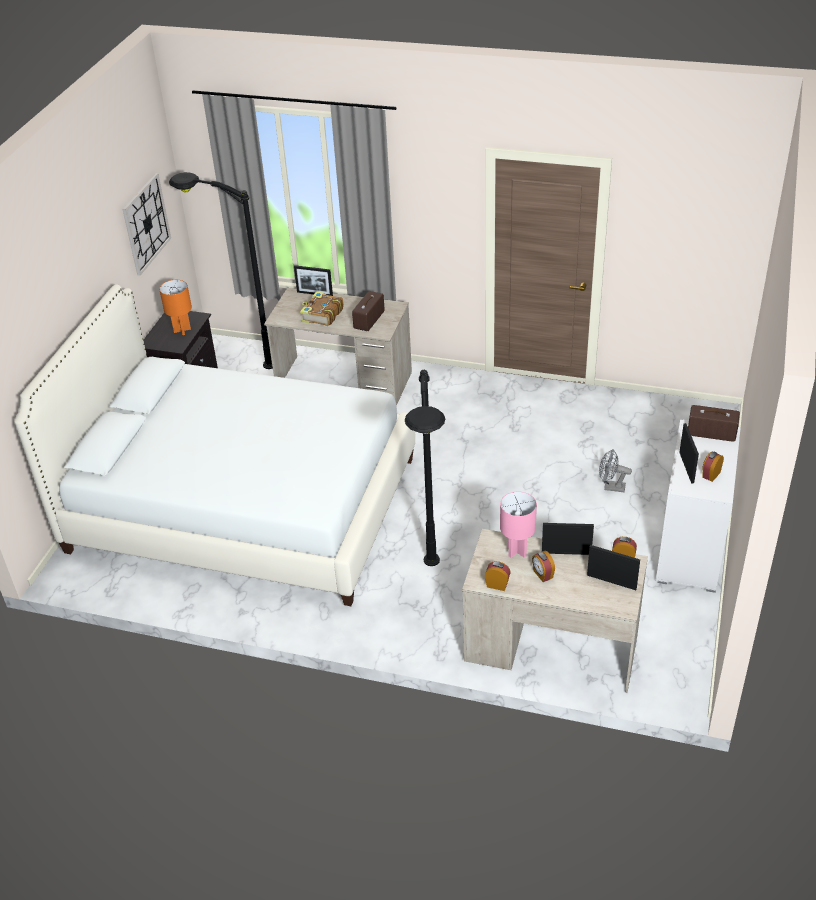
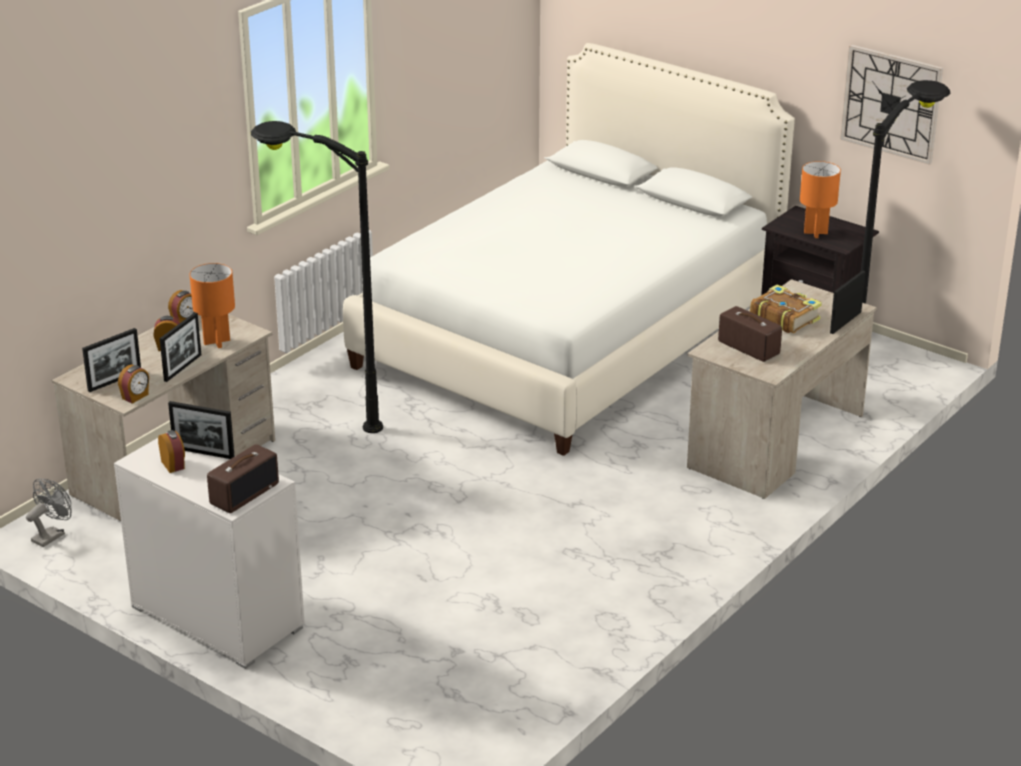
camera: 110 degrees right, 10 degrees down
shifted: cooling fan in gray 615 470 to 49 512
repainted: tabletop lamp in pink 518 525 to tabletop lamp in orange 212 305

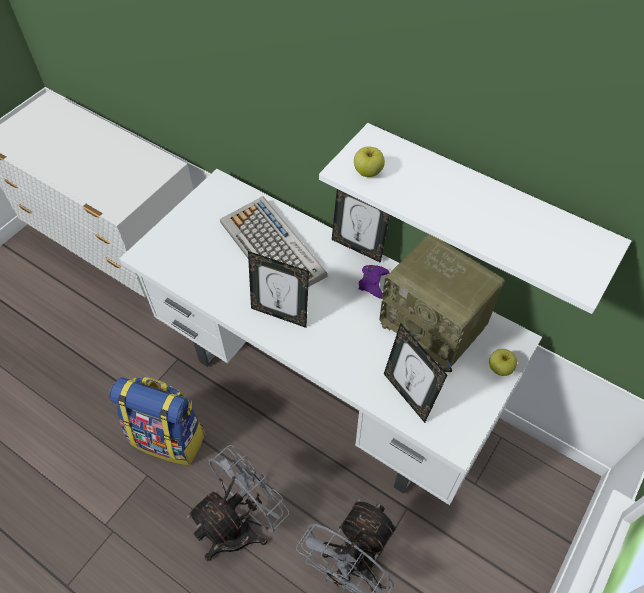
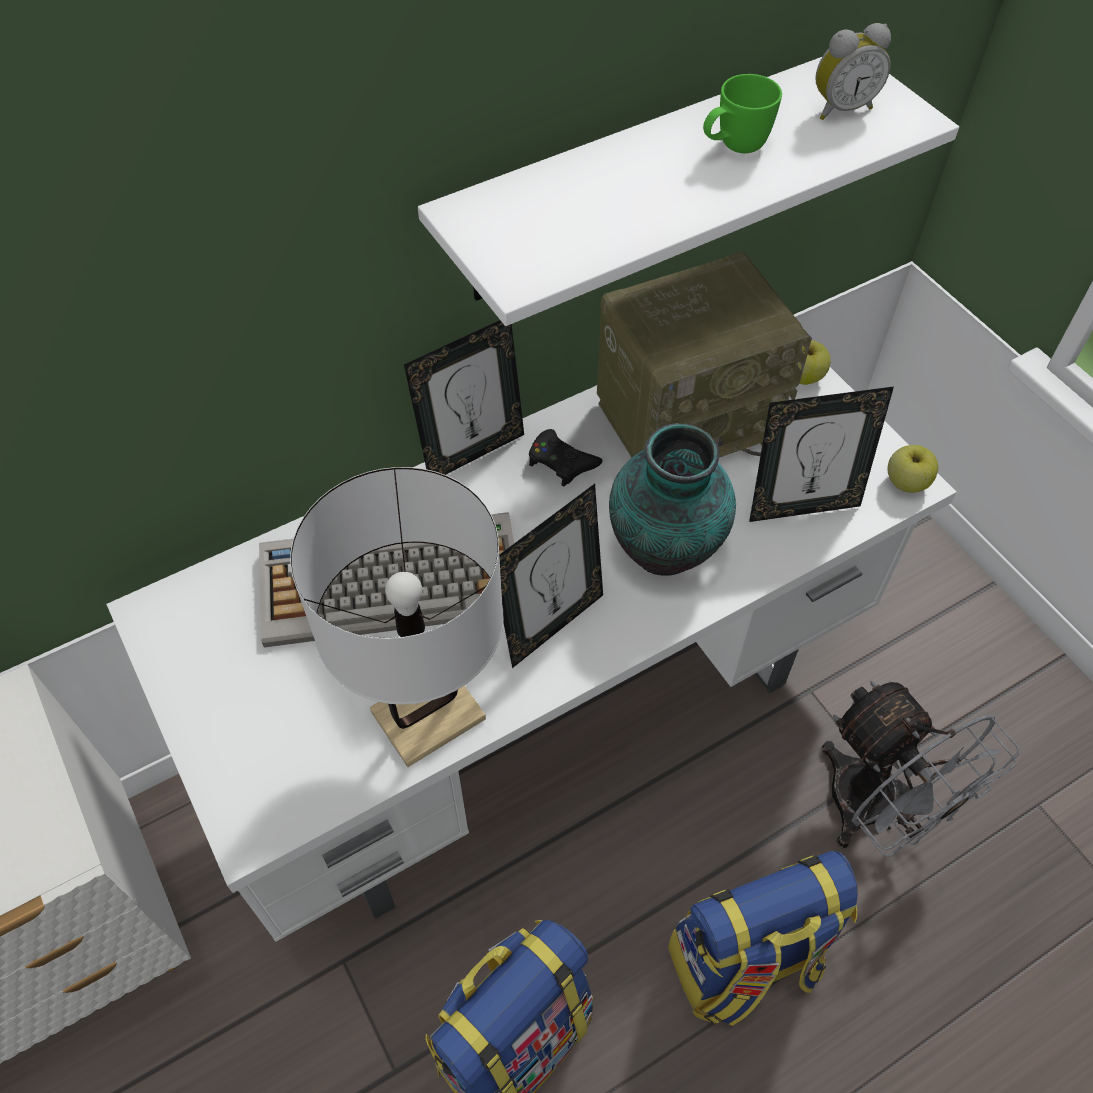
camera: 65 degrees left, 0 degrees up
new: tabletop lamp in white 397 617; decorative vase 672 499; mug in green-coloured 742 113; bedside clock 853 71
shifted: apple 369 161 to 913 469
swapped: cooling fan in gray 237 503 to rucksack 763 938
repainted: joypad in purple 374 282 to joypad in black-coloured 566 457

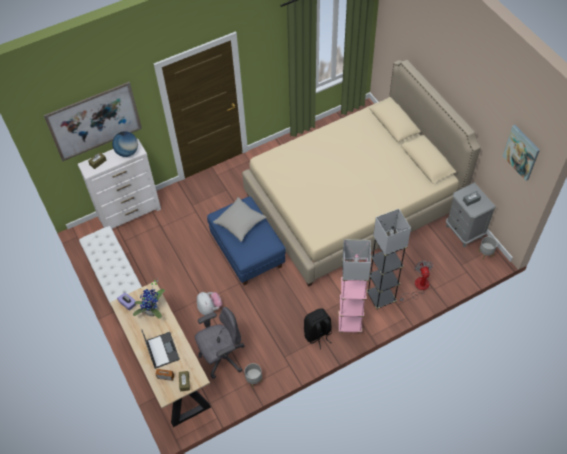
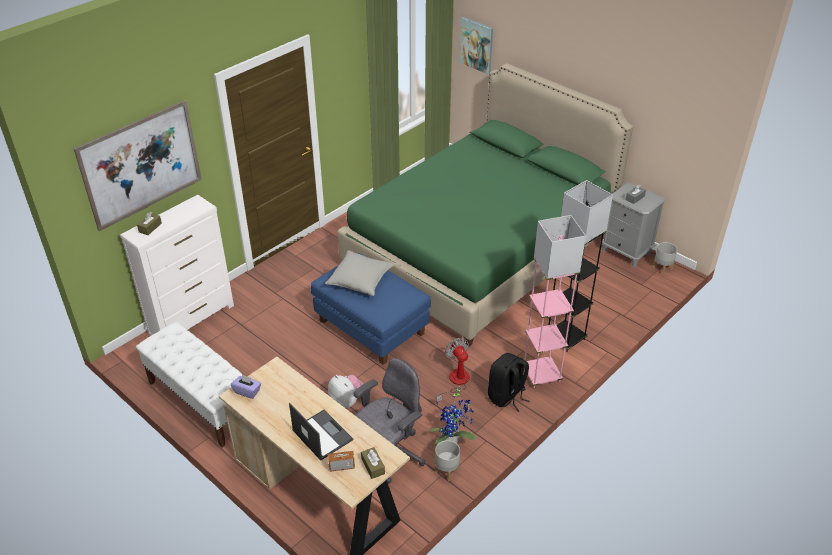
camera: 20 degrees left, 15 degrees down
gone: world globe 125 144
shifted: potted plant 149 299 to 453 416; cooling fan 416 281 to 453 371; wall art 521 153 to 476 45
repainted: sleeping bed in sand-coloured 361 173 to sleeping bed in green-coloured 485 205

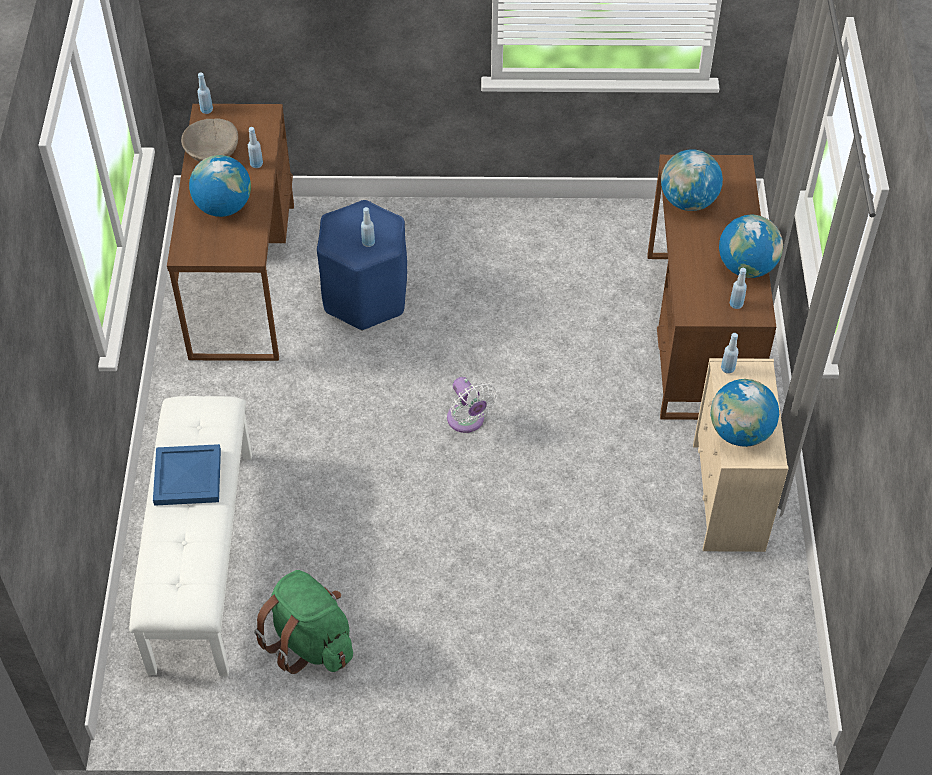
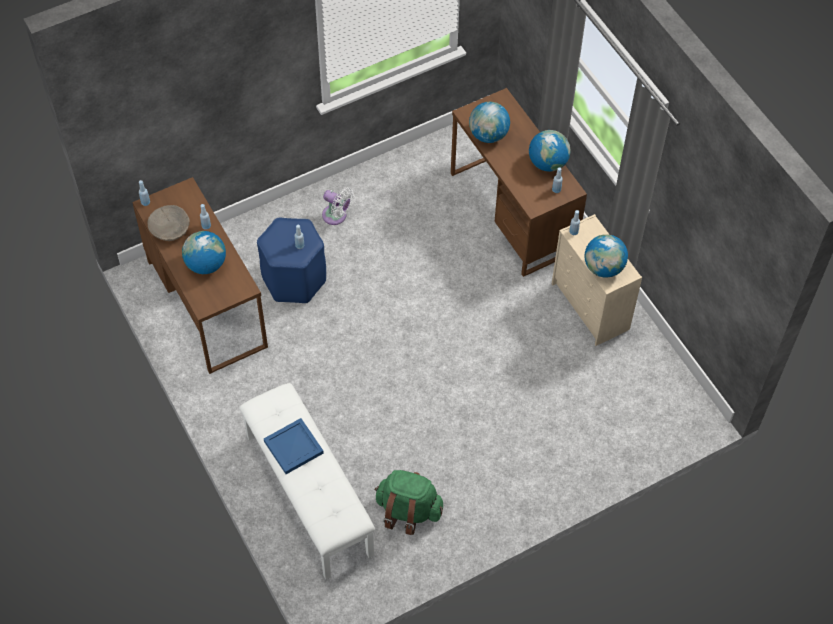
camera: 30 degrees left, 5 degrees up
shifted: cooling fan in white 472 405 to 338 206

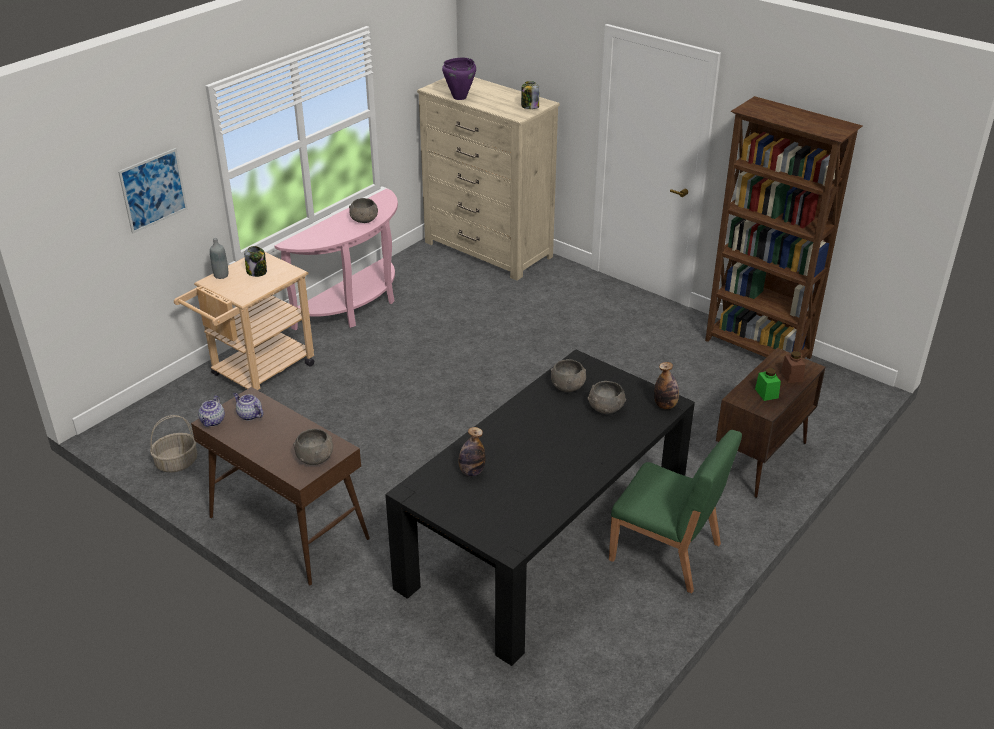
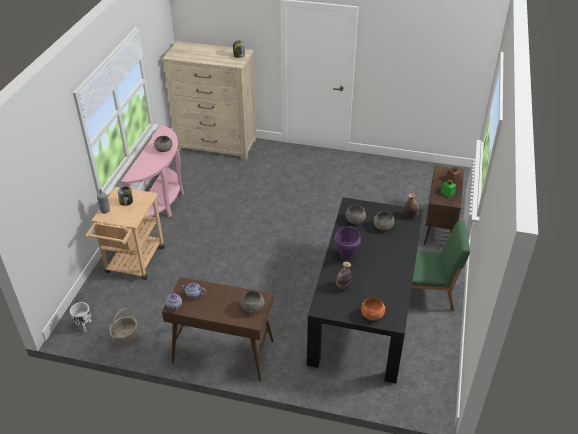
camera: 25 degrees left, 5 degrees up
gone: wall art 153 191; shelving unit in brownish 784 227
new: flower pot in white 80 317; bowl in orange 373 309
shifted: saucepot in purple 459 79 to 347 243

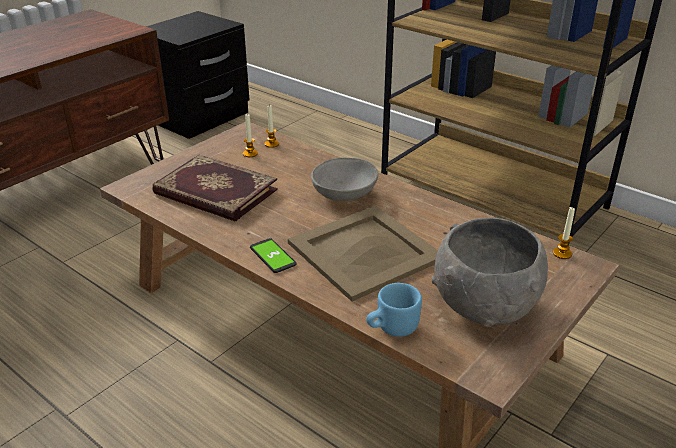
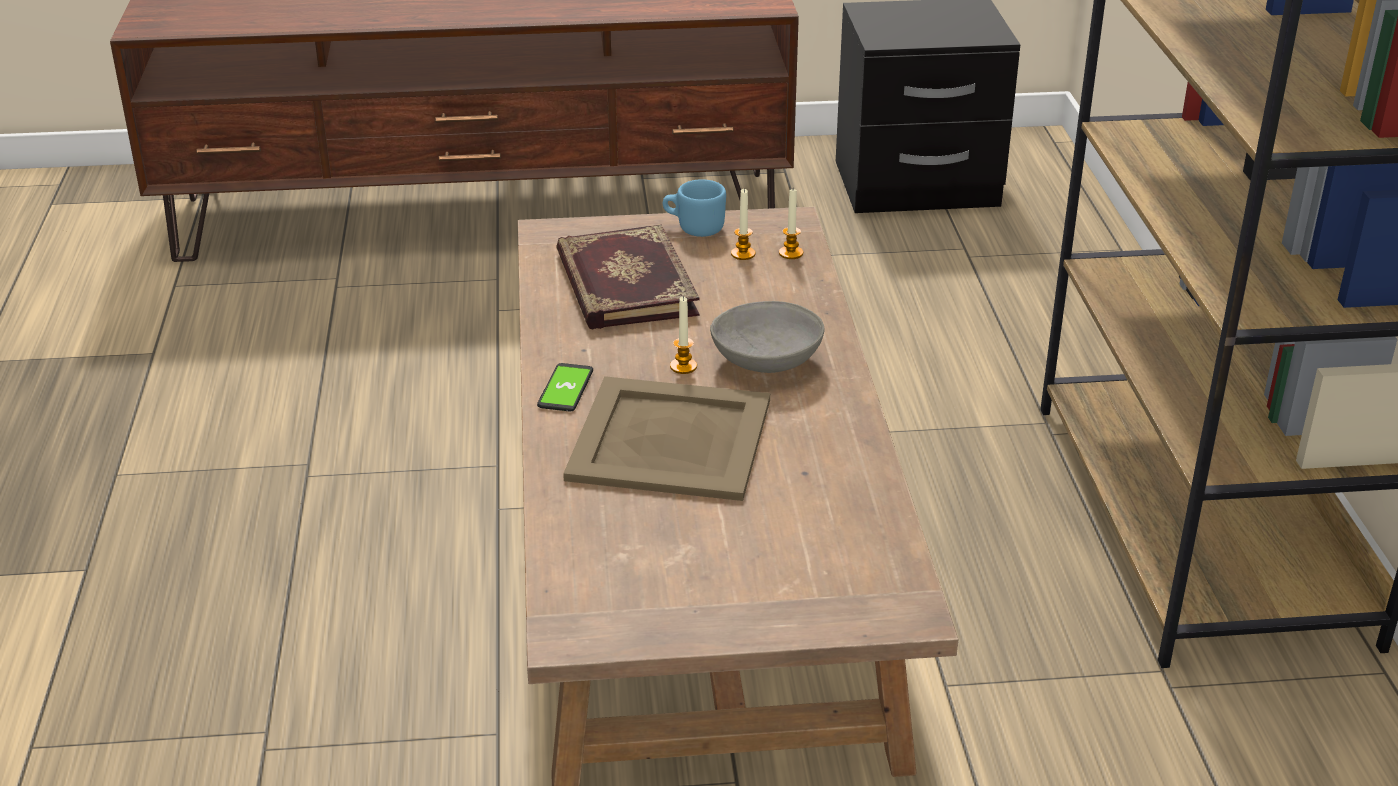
camera: 45 degrees right, 0 degrees up
gone: bowl in gray 490 272
shifted: mug in bluish 394 310 to 694 208; wax light 564 232 to 683 335

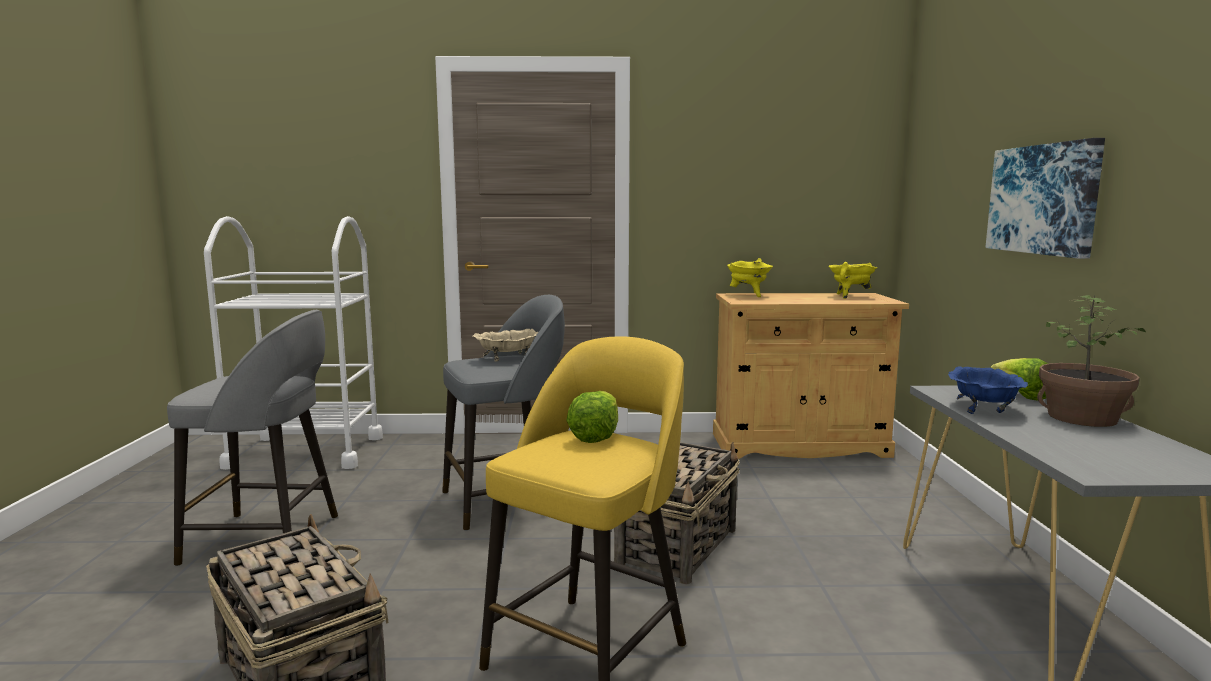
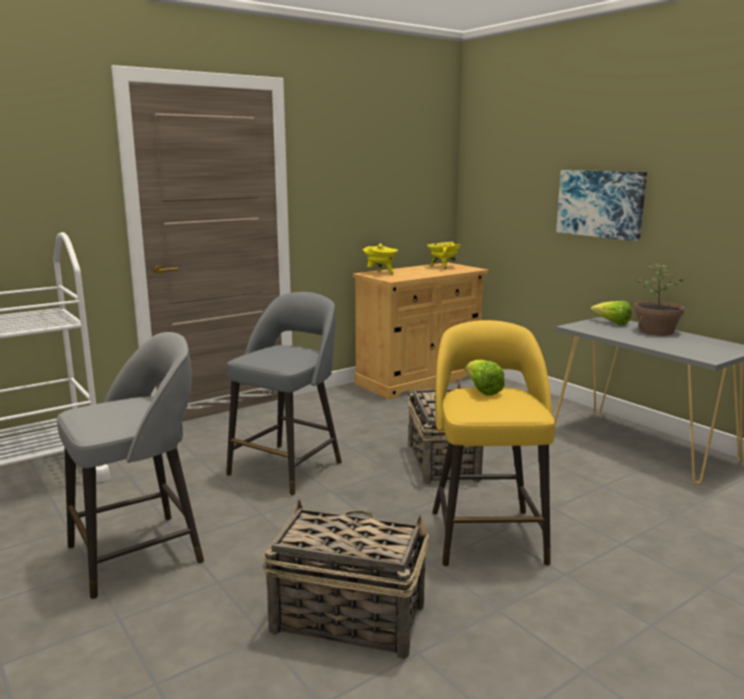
camera: 35 degrees left, 5 degrees up
gone: bowl in sand-coloured 505 345; bowl in bluish 988 390

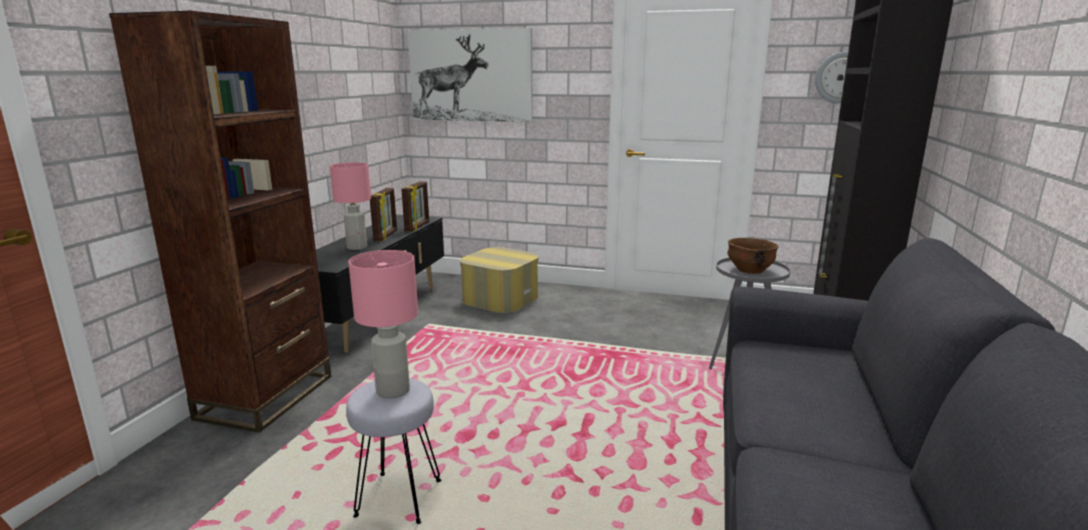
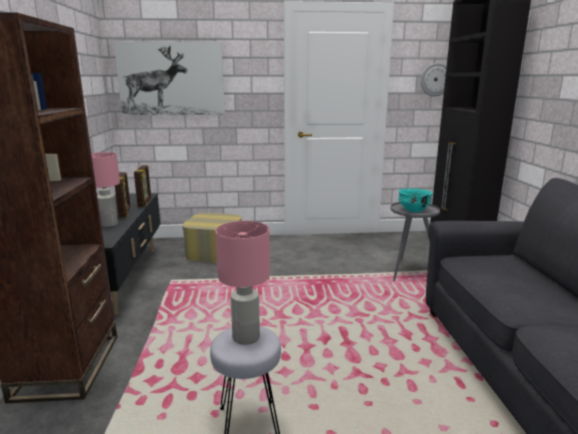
camera: 20 degrees left, 0 degrees up
repainted: bowl in brownish 753 256 to bowl in turquoise 415 200

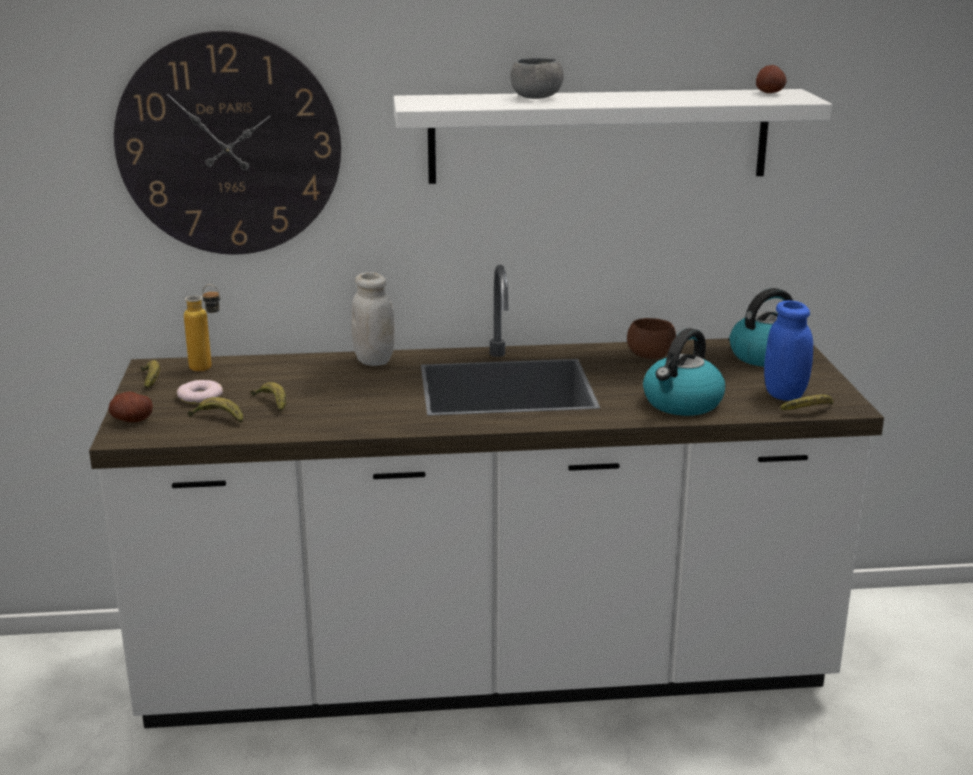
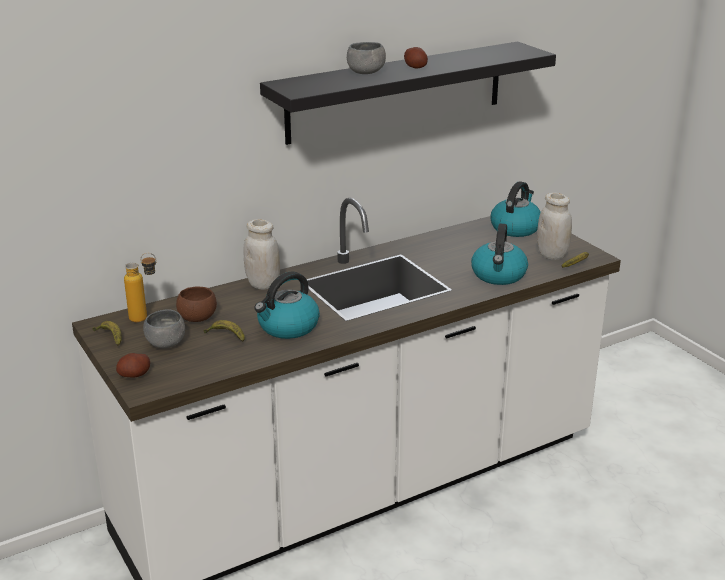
camera: 25 degrees left, 5 degrees up
gone: clock on the wall 227 143; whole banana 215 410
new: tea kettle 287 305
shifted: bowl in brownish 651 338 to 196 304; spud 771 79 to 416 57
swapped: ring doughnut 200 392 to bowl in gray 164 328
repainted: shelf in white 612 136 to shelf in black-coloured 408 93; jar in bluish 788 350 to jar in white 554 226

